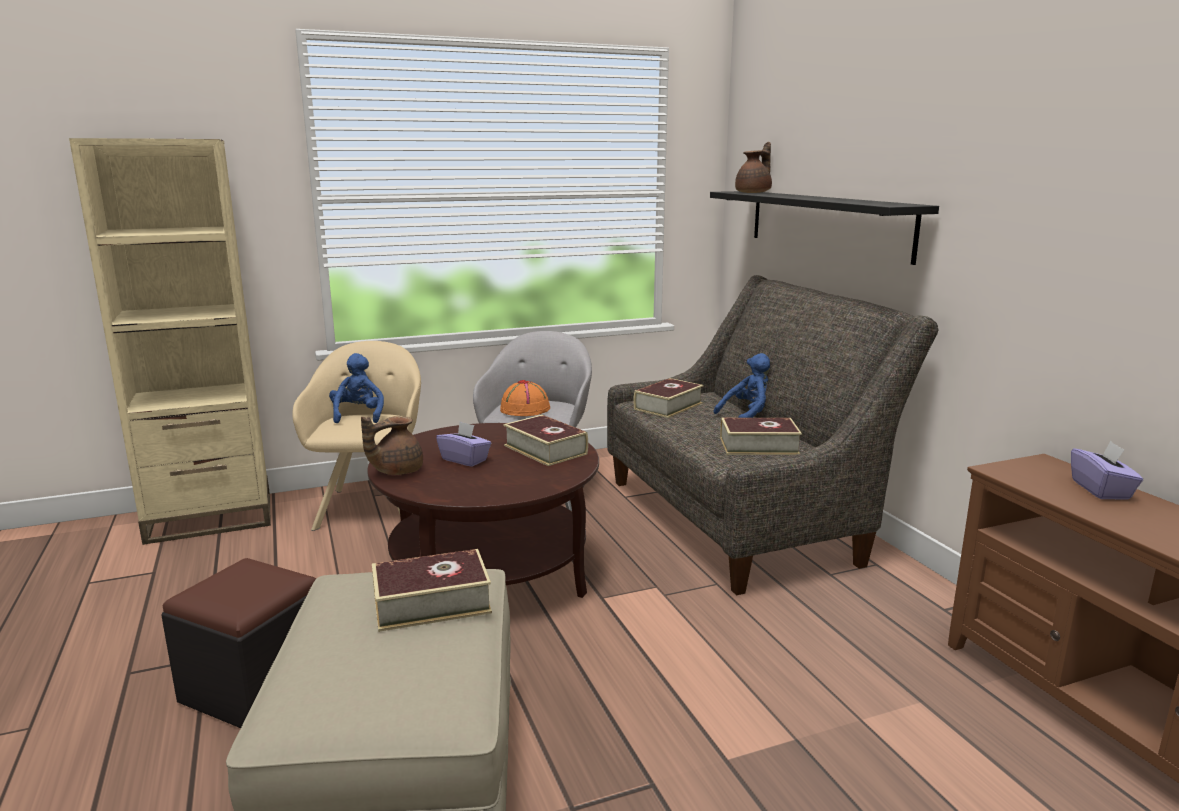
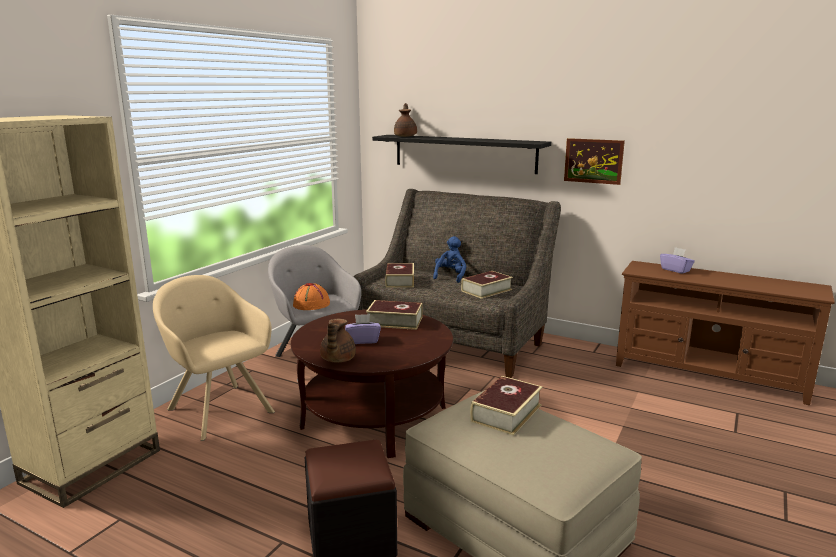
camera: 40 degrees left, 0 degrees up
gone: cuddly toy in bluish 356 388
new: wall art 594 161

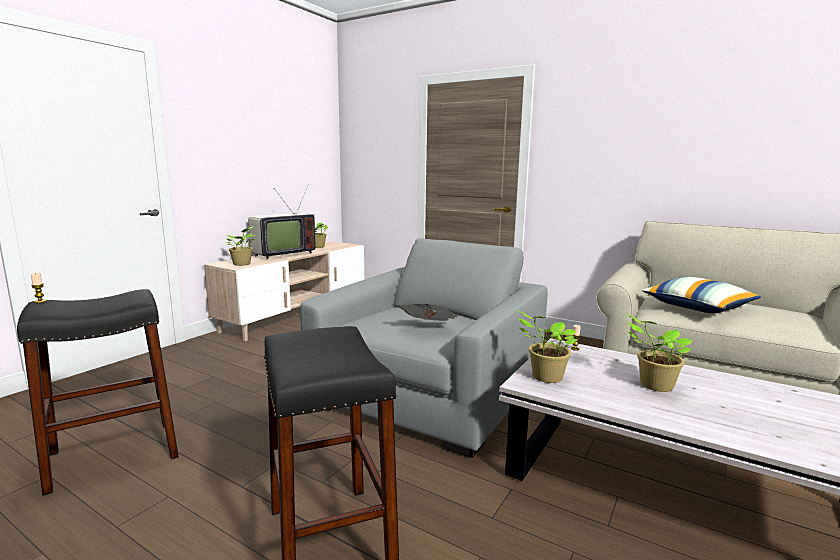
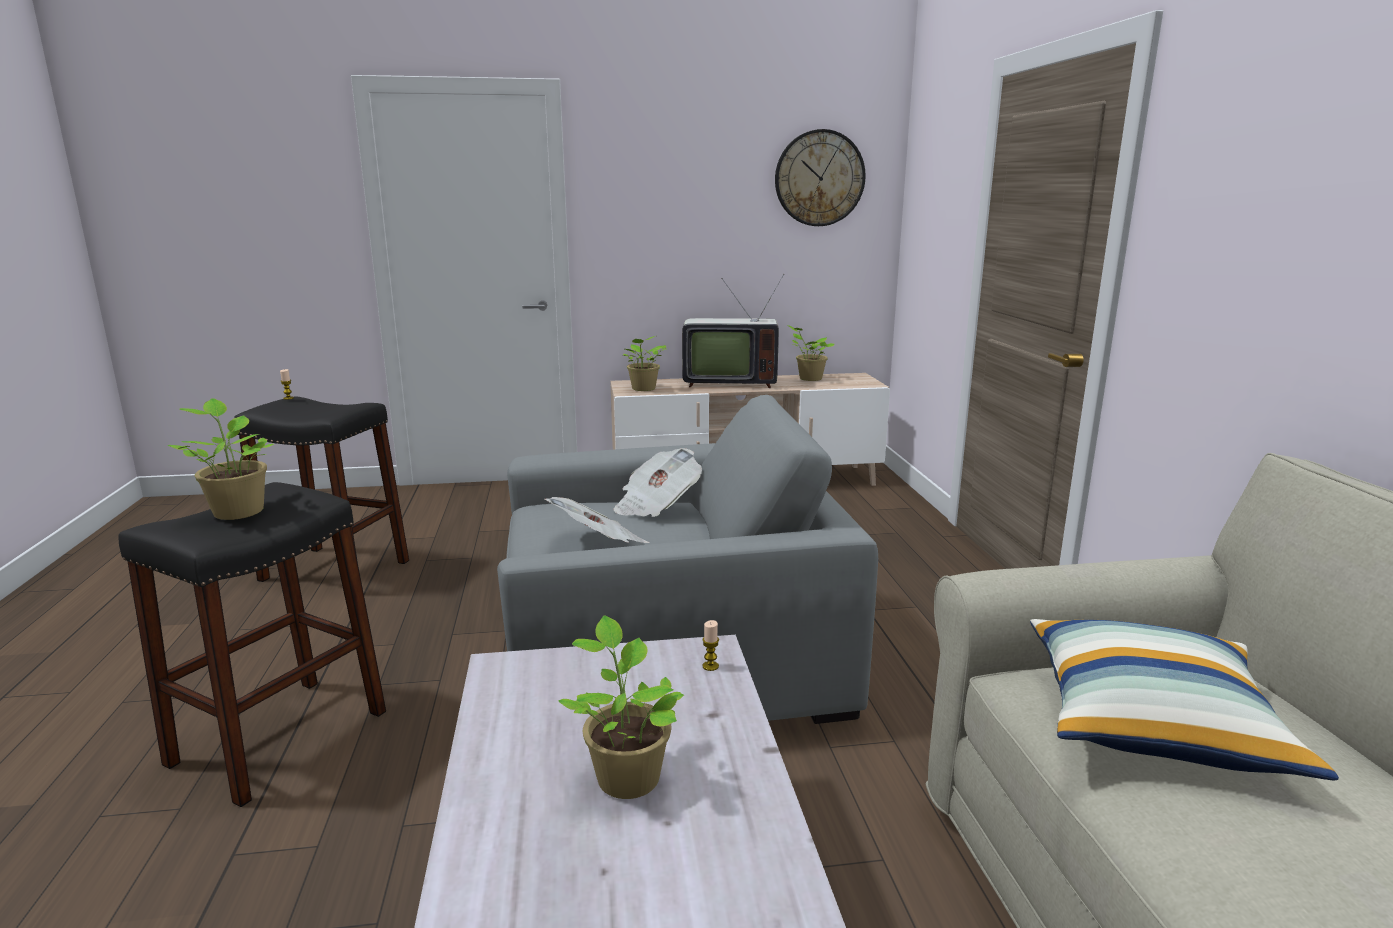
camera: 50 degrees right, 5 degrees up
new: newspaper 657 482; clock on the wall 820 177
shifted: potted plant 546 346 to 221 459

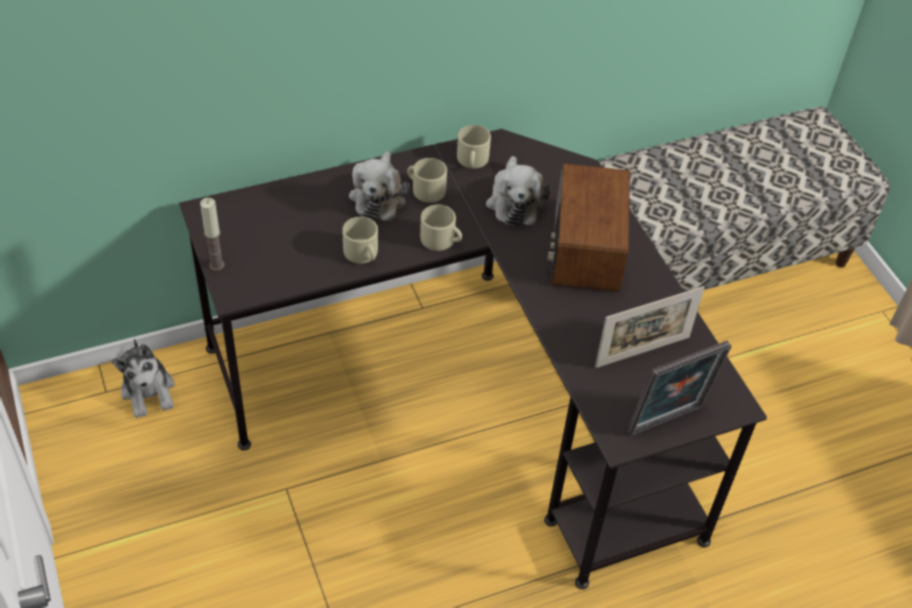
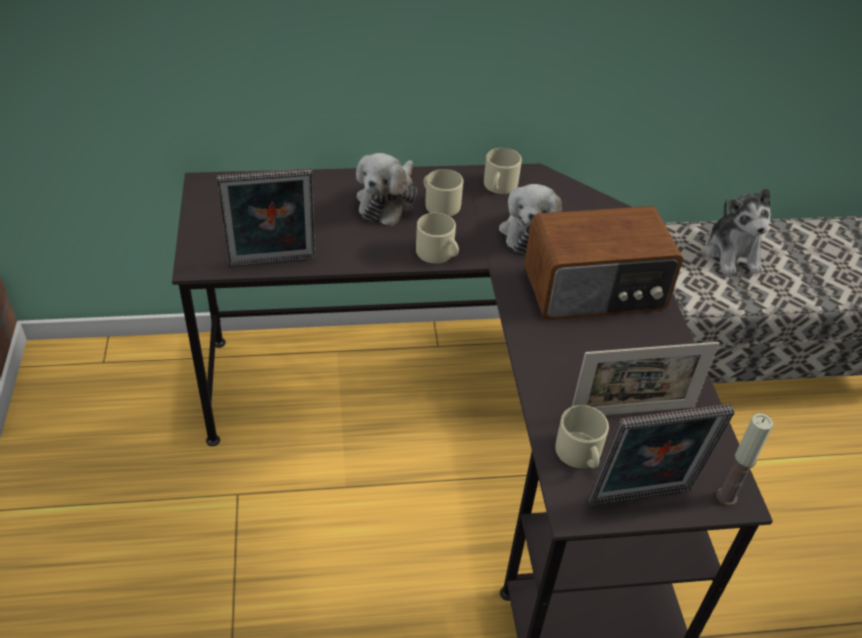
camera: 15 degrees right, 5 degrees down
new: picture frame 266 217
shifted: cuddly toy 143 378 to 737 231; wax light 212 234 to 744 459; mug in sand-coloured 360 240 to 582 436
rotated: radio set 589 228 = 603 263 120 degrees counterclockwise

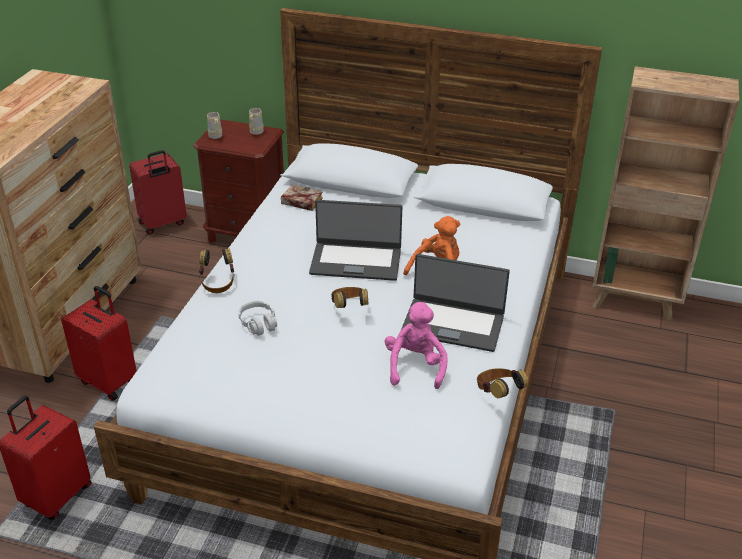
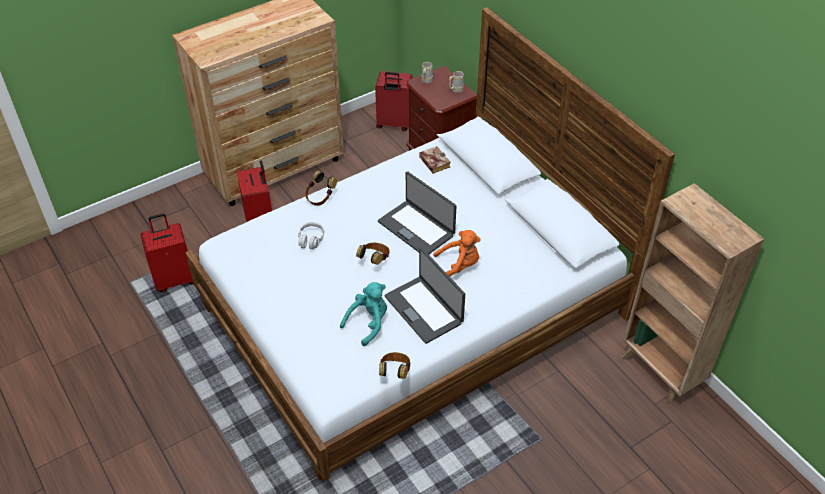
camera: 40 degrees right, 10 degrees up
repainted: cuddly toy in pink 416 345 to cuddly toy in turquoise 363 314

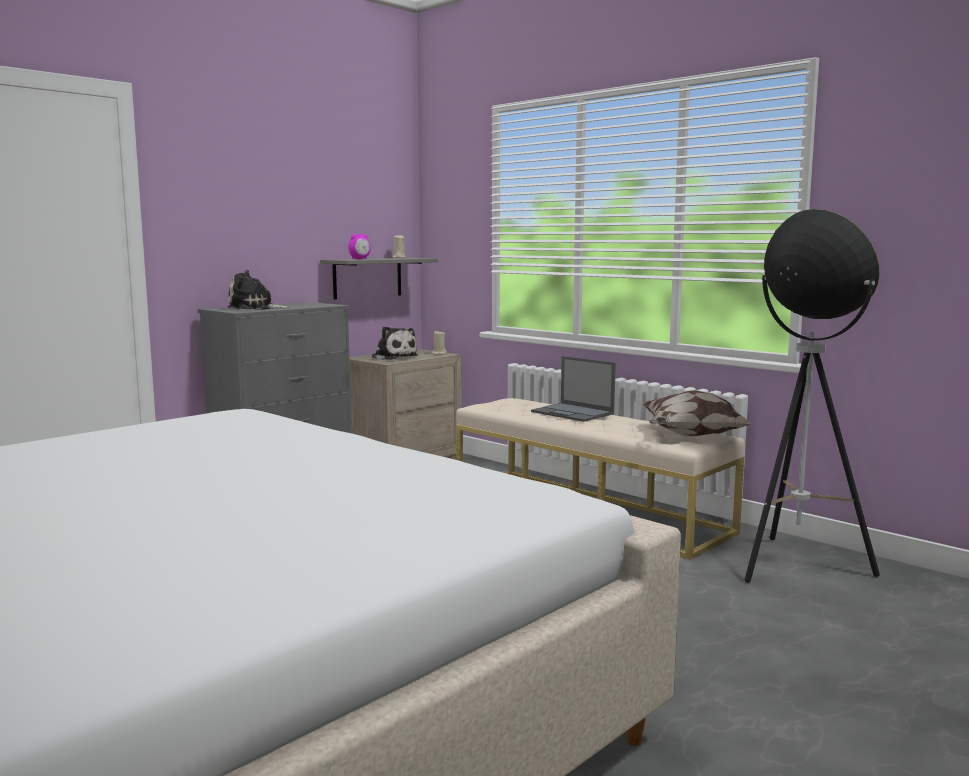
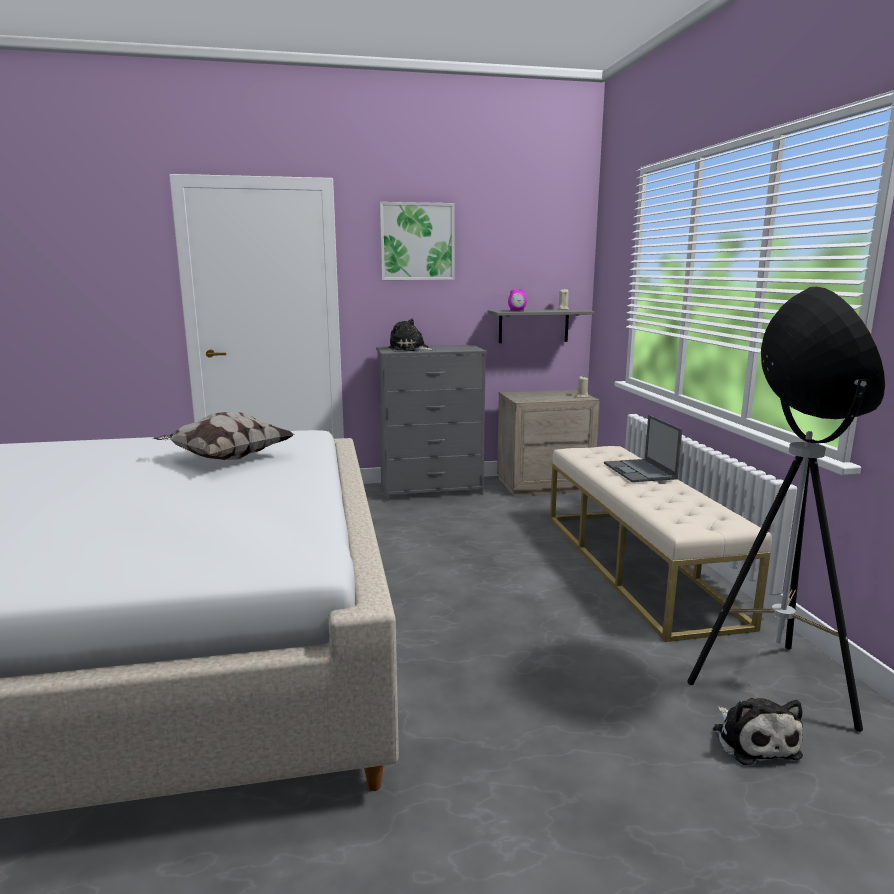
camera: 35 degrees right, 5 degrees up
new: wall art 417 241
shifted: cuddly toy 395 343 to 758 731; cushion 697 412 to 224 436

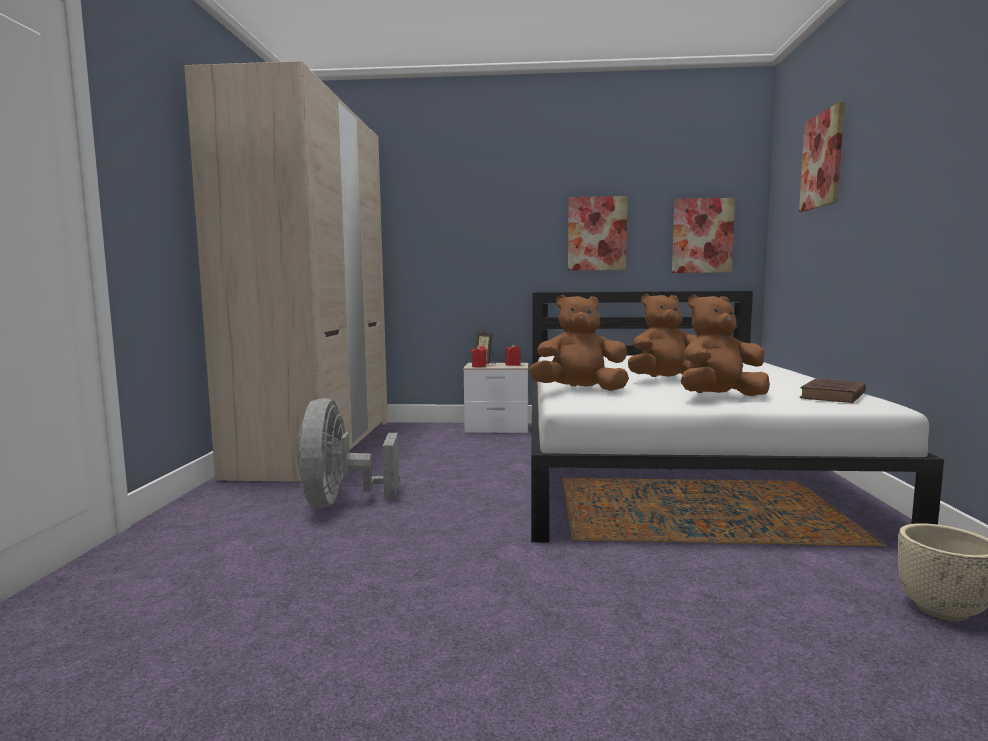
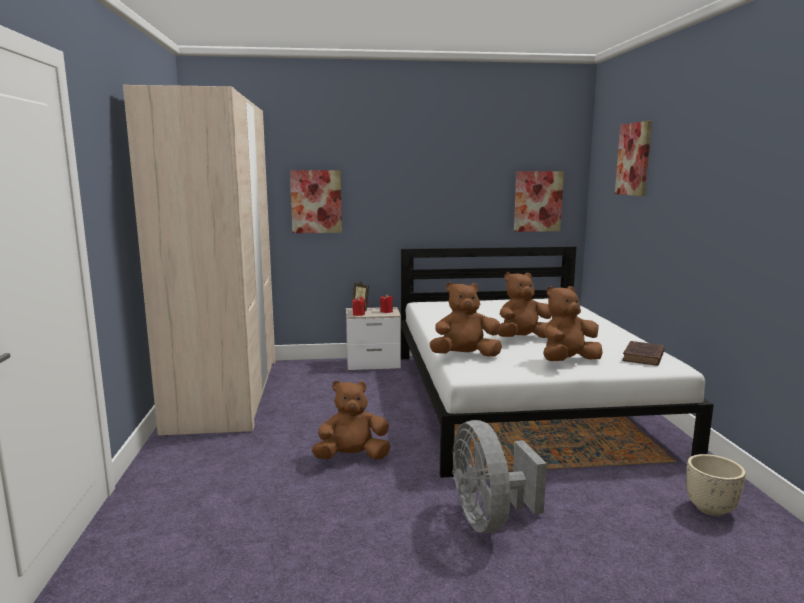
camera: 10 degrees left, 5 degrees up
new: cuddly toy in brownish 351 420
shifted: cooling fan in gray 348 452 to 499 476; wall art 597 233 to 316 201

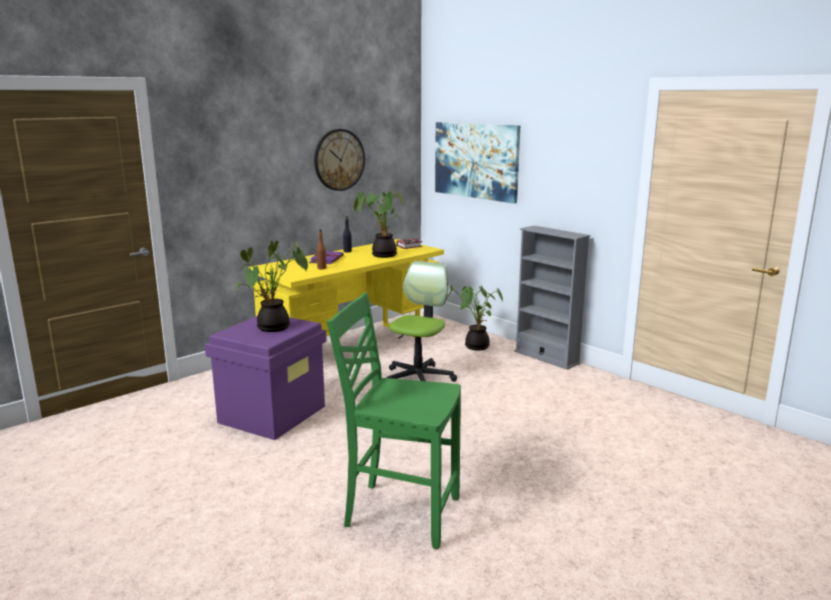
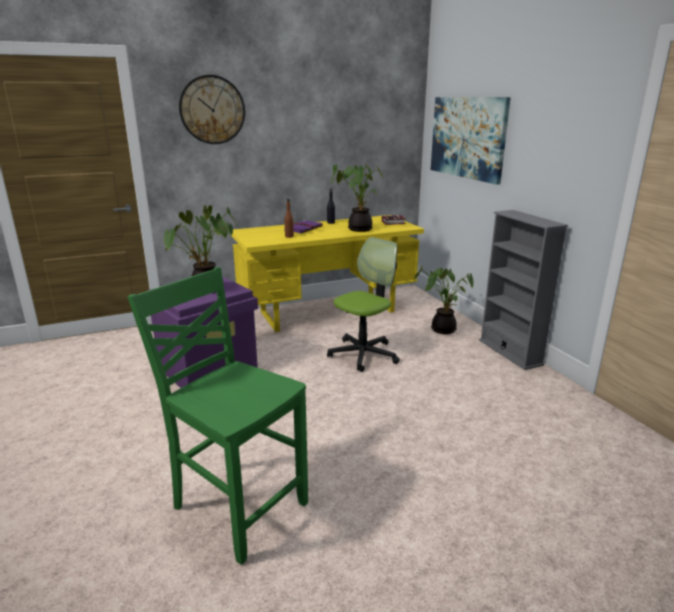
camera: 20 degrees right, 5 degrees up
shifted: clock on the wall 339 160 to 212 109

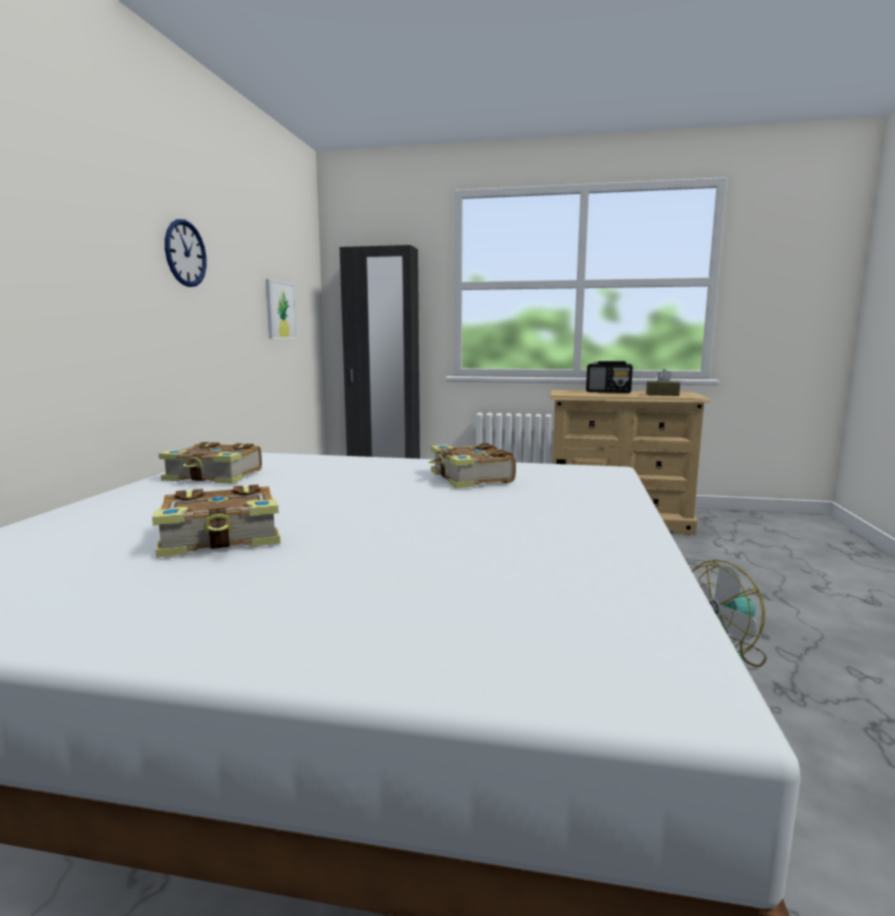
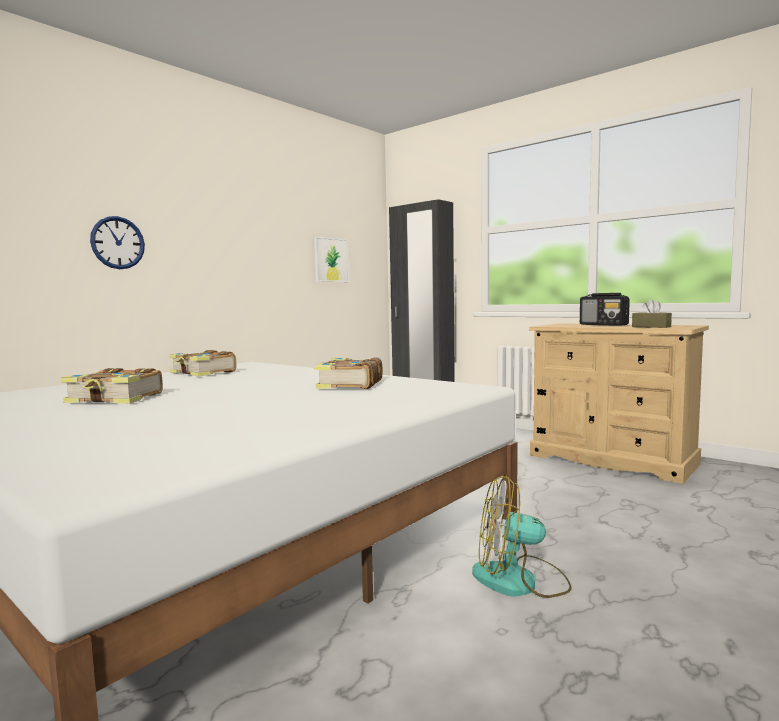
camera: 30 degrees right, 5 degrees down
shifted: clock on the wall 186 253 to 117 242

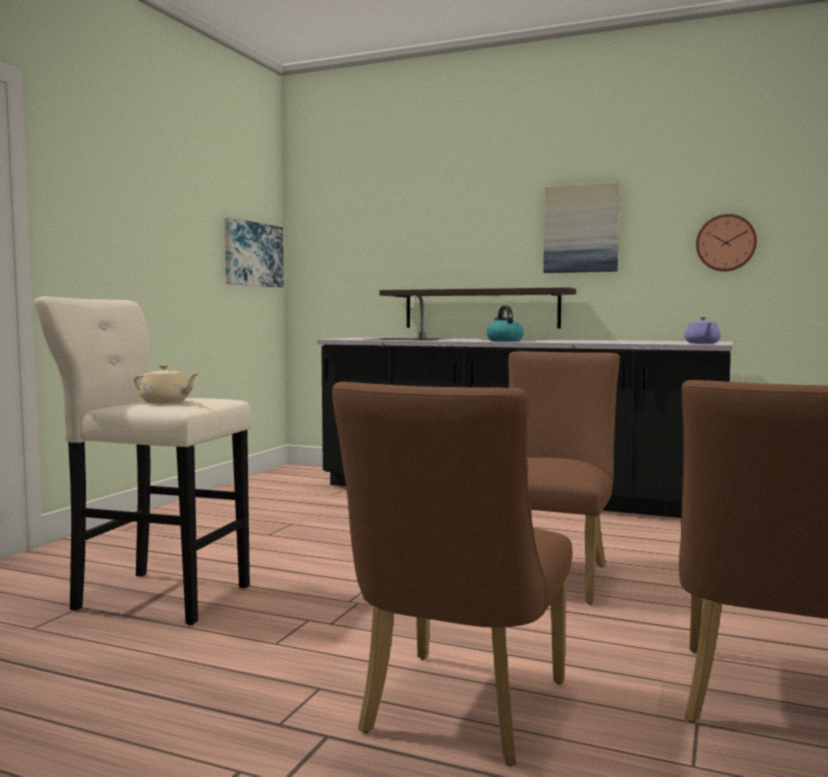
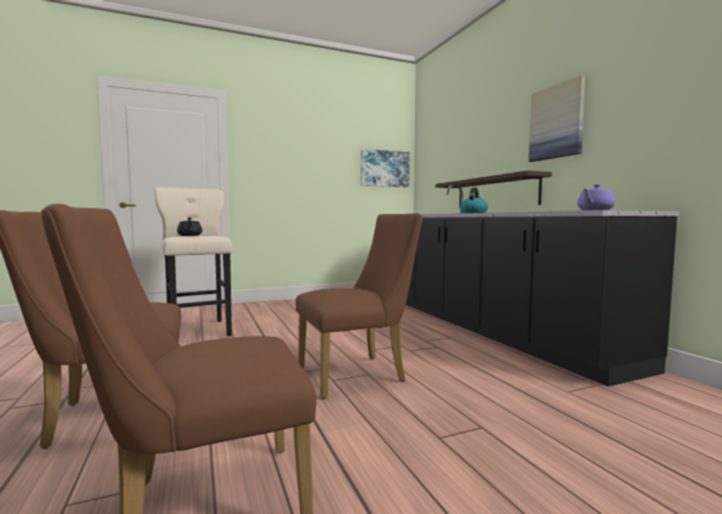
camera: 45 degrees right, 0 degrees up
gone: clock on the wall 726 243
repainted: teapot in sand-coloured 167 384 to teapot in black-coloured 189 226

